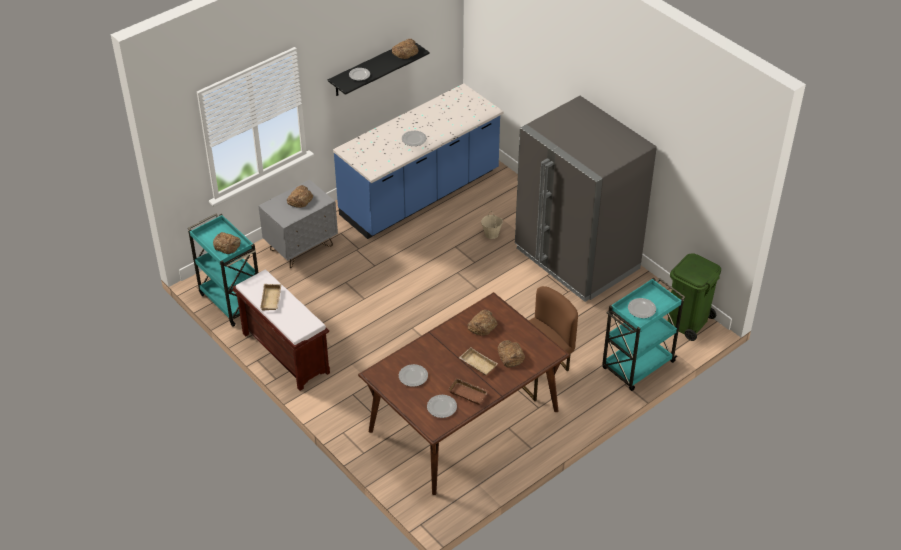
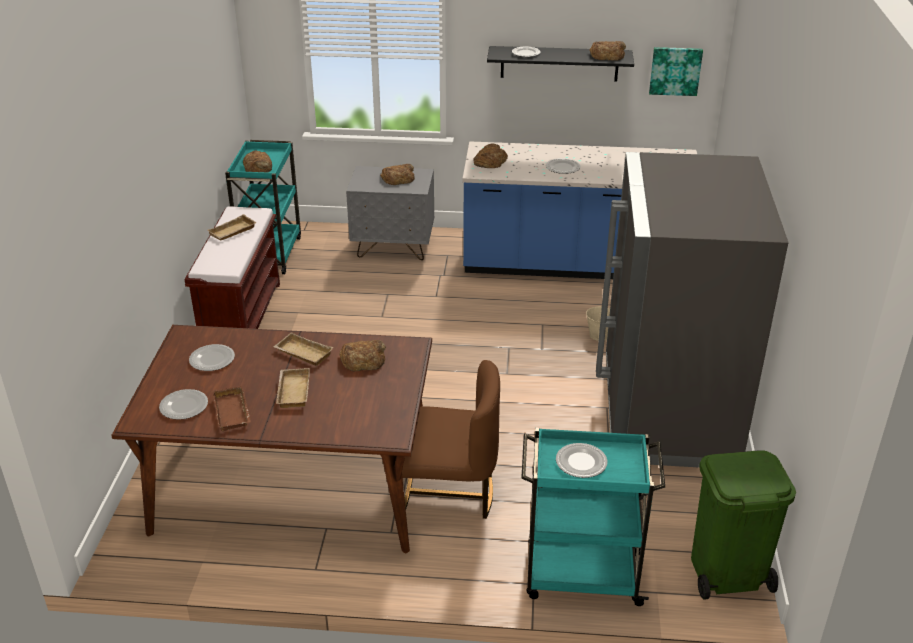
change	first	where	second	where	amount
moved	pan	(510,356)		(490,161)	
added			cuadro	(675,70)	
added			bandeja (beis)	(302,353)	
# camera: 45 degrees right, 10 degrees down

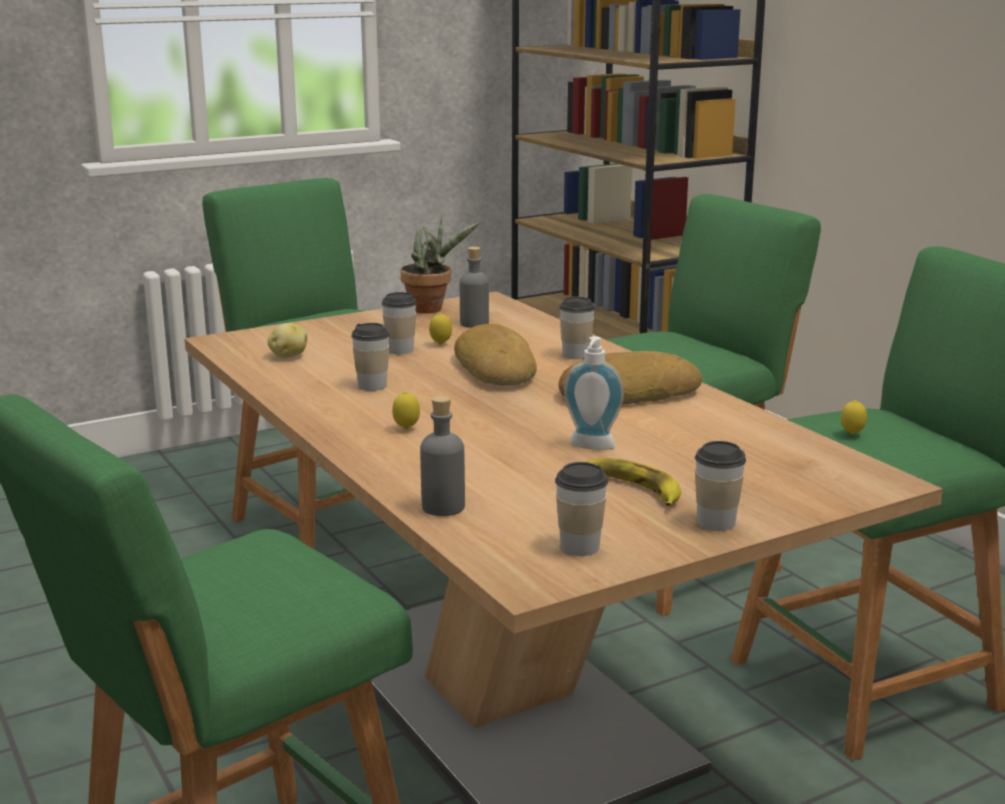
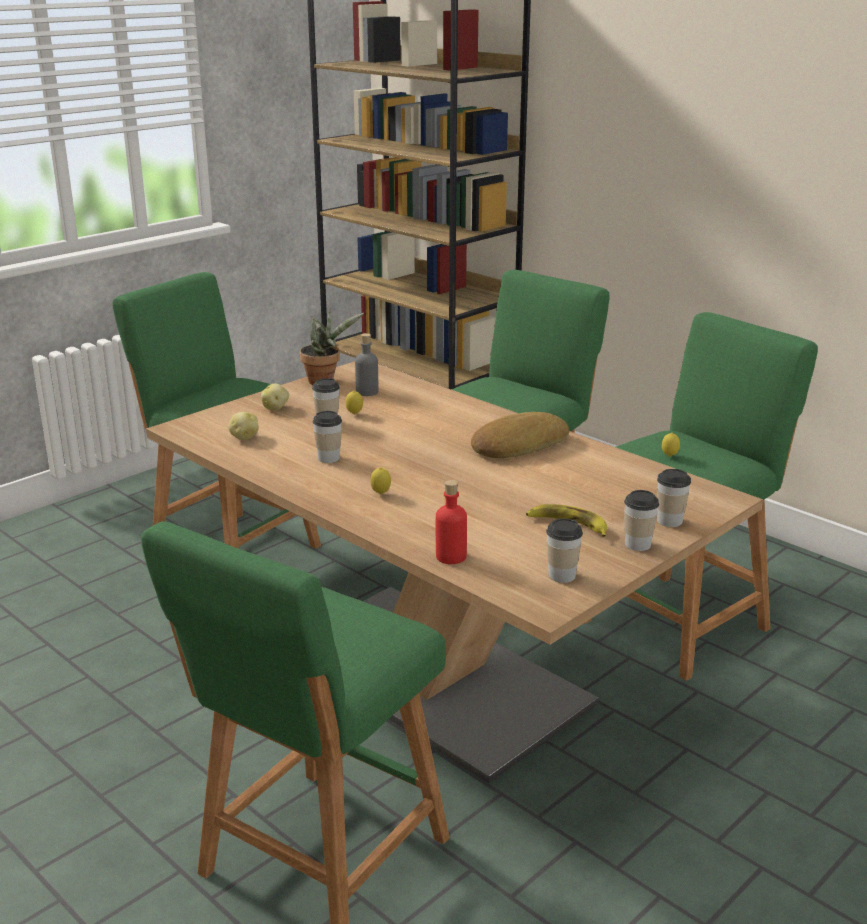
change	first	where	second	where	amount
moved	taza	(576,355)		(669,521)	
removed	pan	(497,368)			
removed	dispensador de jabón	(591,447)			
recoloured	botella (gris)	(443,507)	botella (rojo)	(451,556)	
added			patata	(275,408)	
# camera: 15 degrees left, 5 degrees up

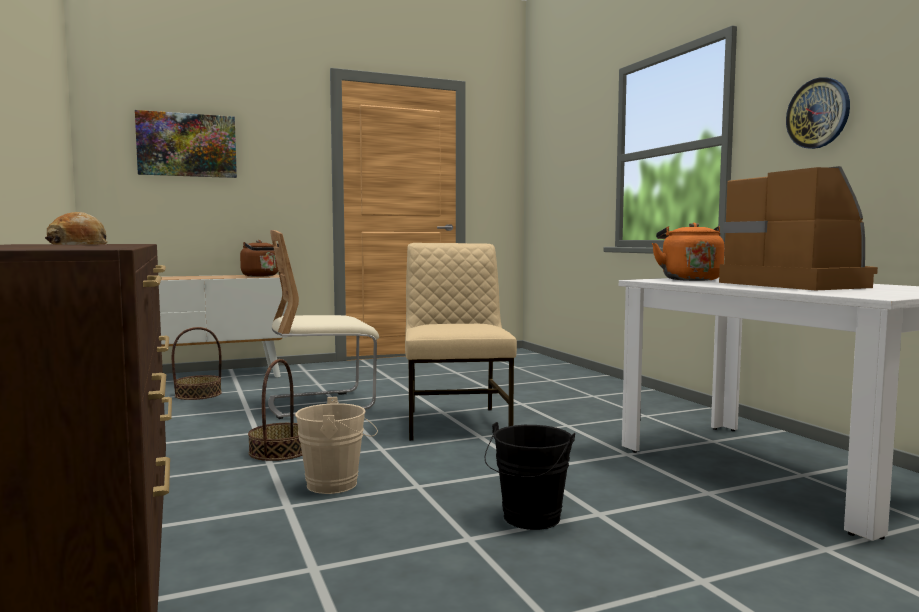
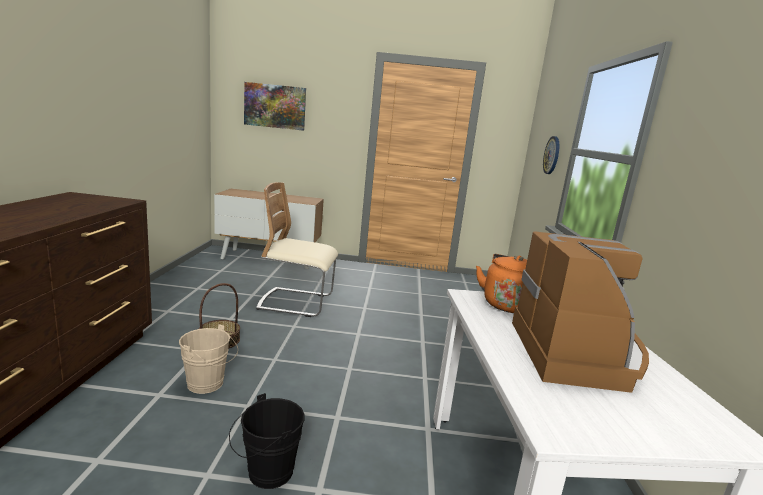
change	first	where	second	where	amount
moved	reloj de pared	(818,113)		(552,155)	
removed	pan	(78,244)			
removed	hervidor (marrón)	(262,276)			
removed	silla (beis)	(456,422)			
removed	cesta	(198,394)			
# camera: 25 degrees right, 10 degrees up

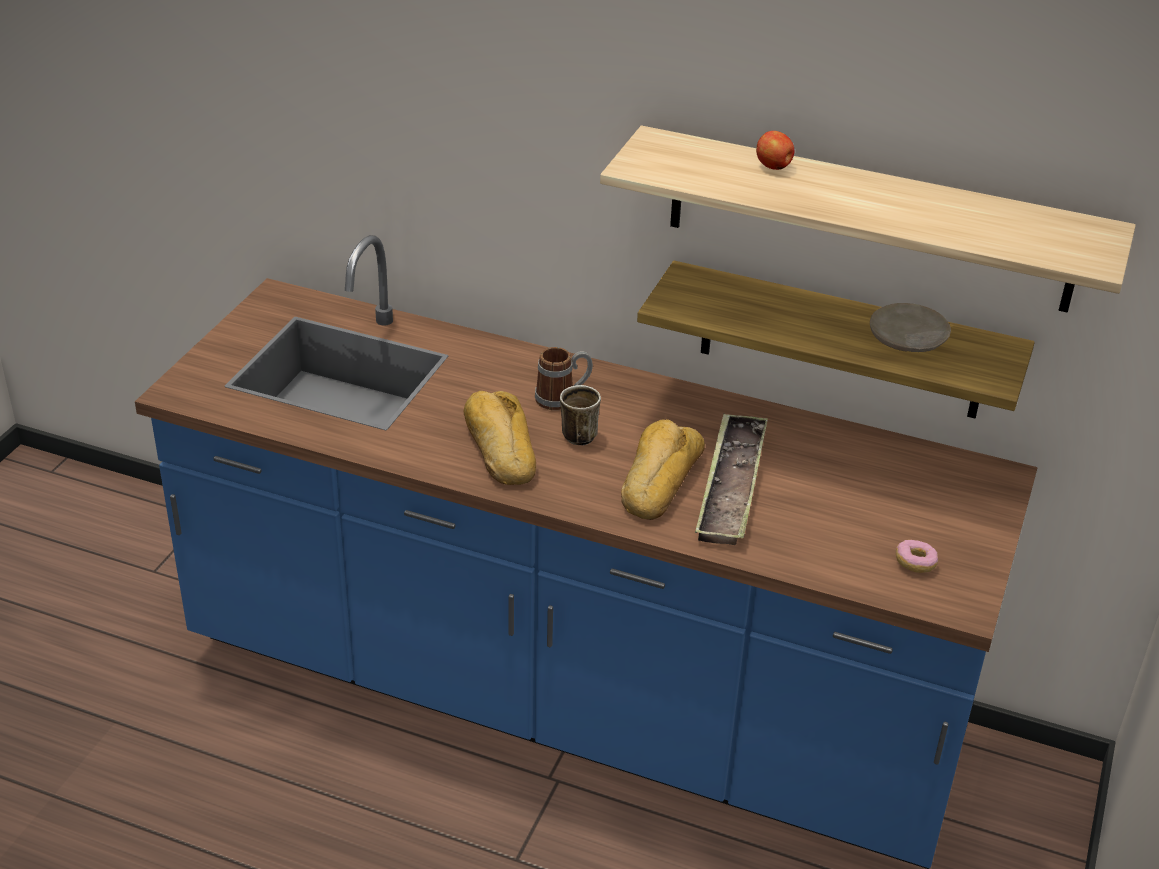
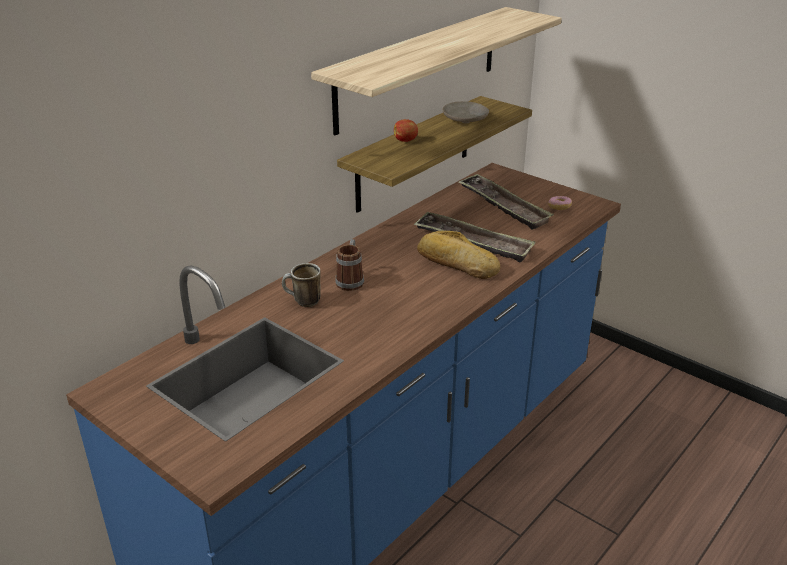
change	first	where	second	where	amount
moved	manzana	(774,167)		(405,140)	
moved	taza grande	(576,433)		(302,302)	
removed	pan	(499,447)			
added			bandeja	(503,206)	
# camera: 70 degrees left, 5 degrees down

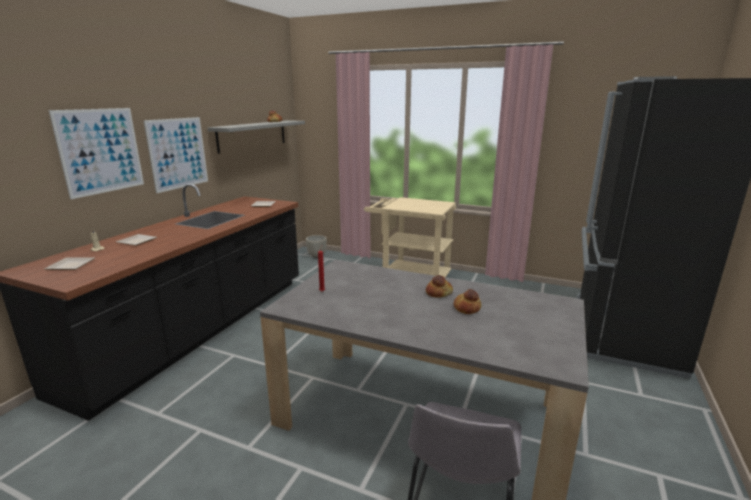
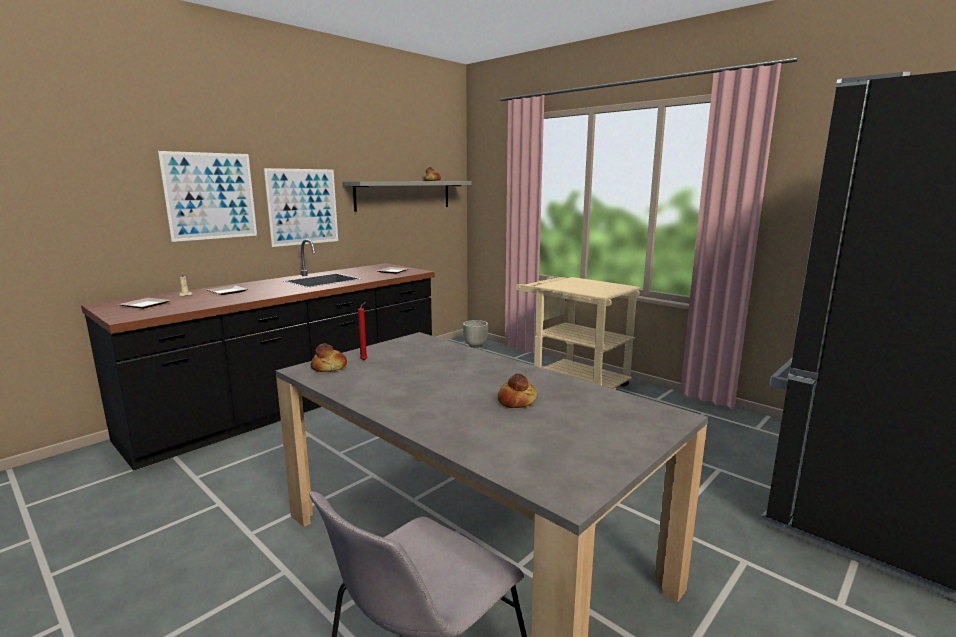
change	first	where	second	where	amount
moved	pan	(439,293)		(329,368)	
# camera: 20 degrees right, 5 degrees down

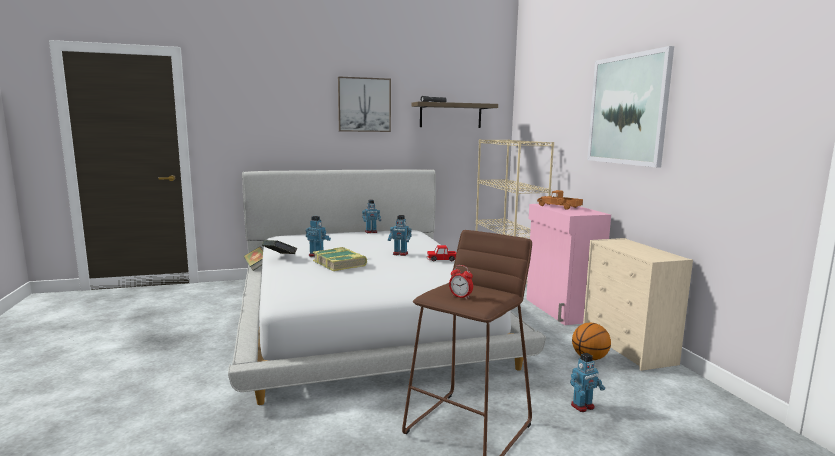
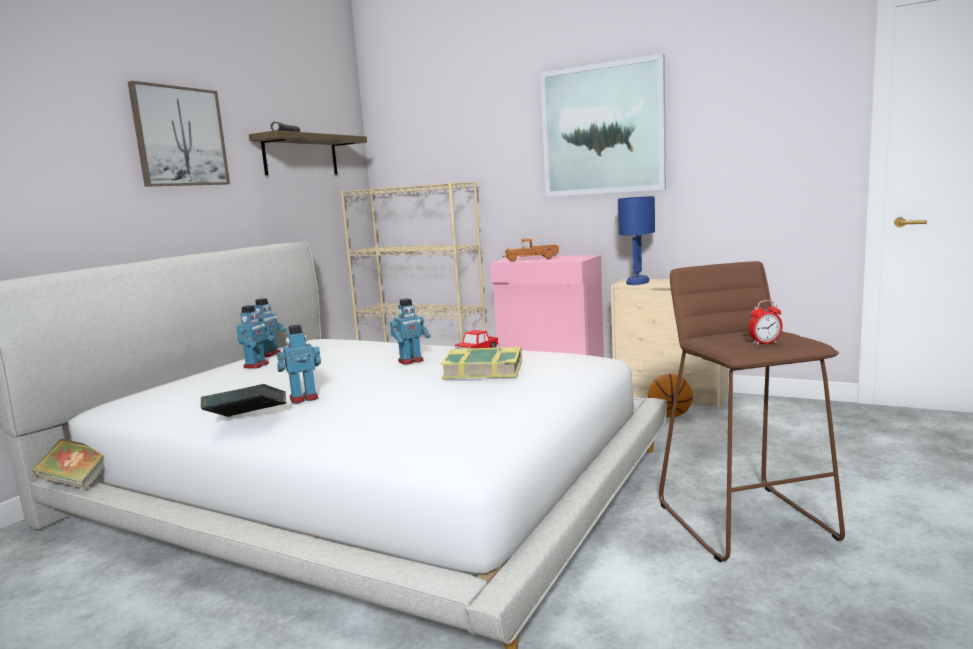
change	first	where	second	where	amount
moved	libro	(340,263)		(483,370)	
moved	robot de juguete	(583,406)		(257,365)	
added			lámpara de mesa (azul)	(637,282)	
# camera: 45 degrees left, 0 degrees up

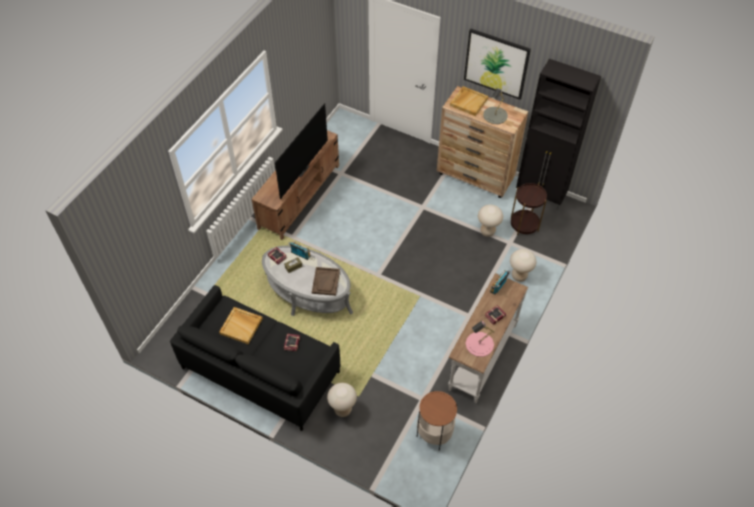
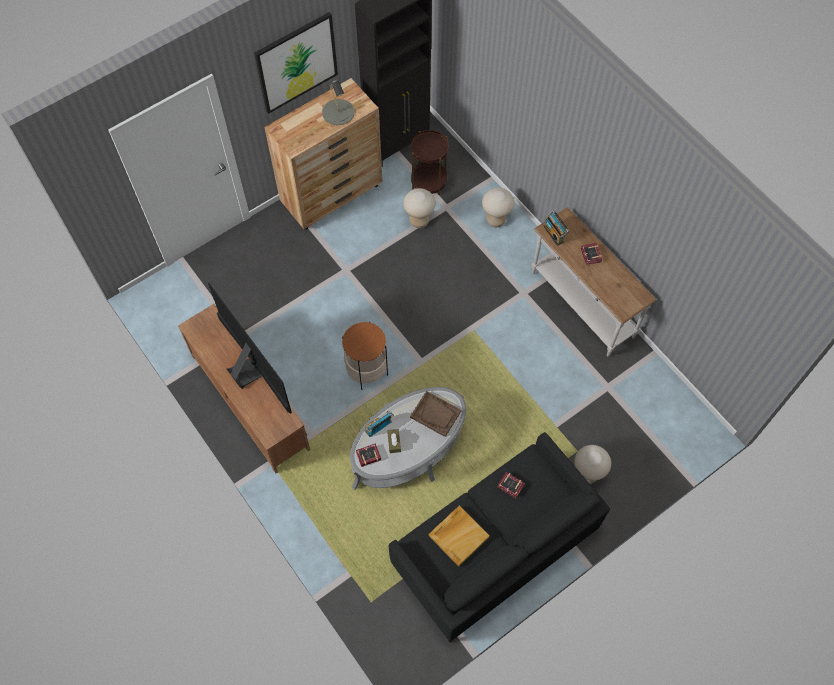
change	first	where	second	where	amount
removed	bandeja (beis)	(468,102)			
removed	lámpara de mesa (rosa)	(479,344)			
moved	mesa auxiliar	(434,433)		(367,370)	
# camera: 65 degrees left, 10 degrees up

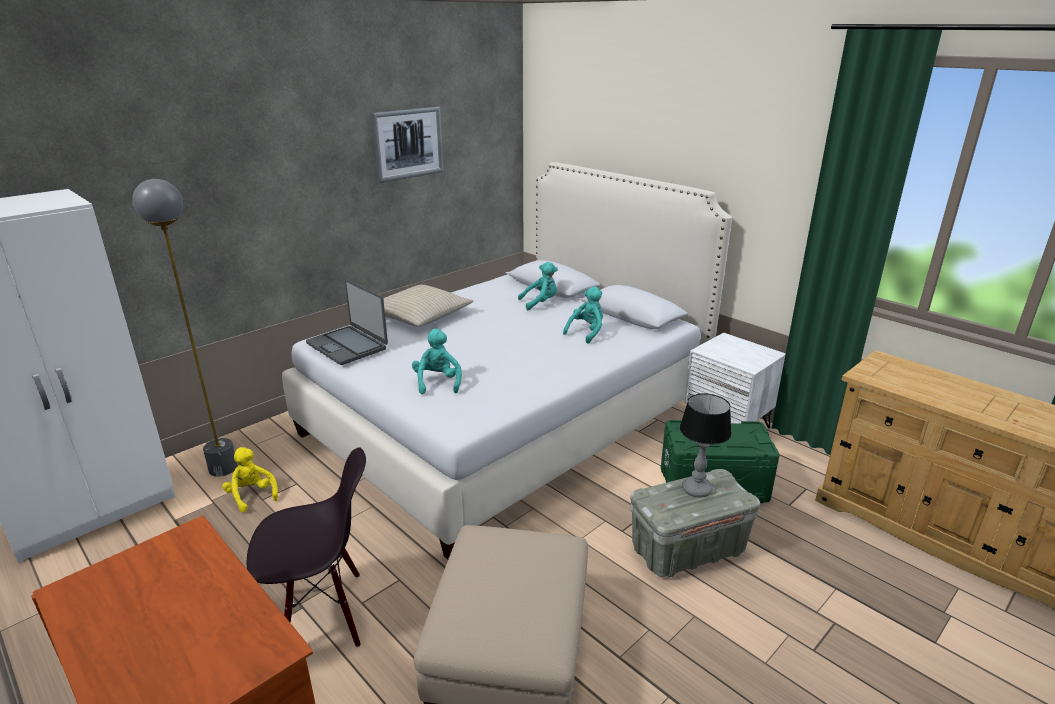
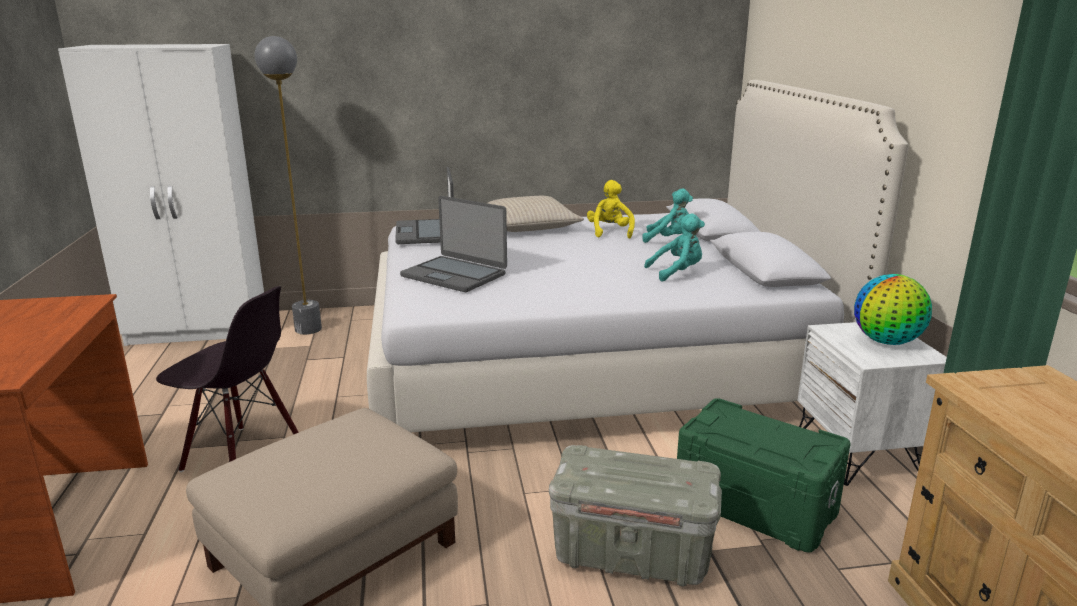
change	first	where	second	where	amount
removed	cuadro	(408,143)			
replaced	peluche (turquesa)	(437,382)	portátil	(454,275)	
removed	lámpara de mesa	(697,490)			
moved	peluche (amarillo)	(252,496)		(610,232)	
added			globo terráqueo	(887,342)	
# camera: 35 degrees right, 5 degrees down

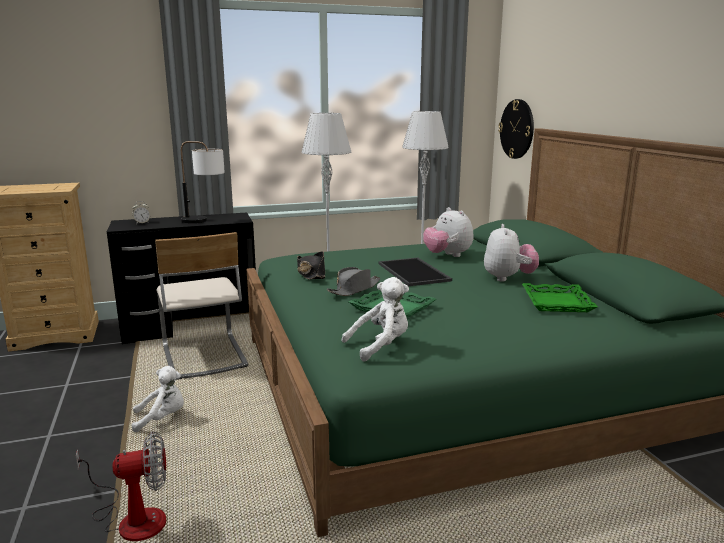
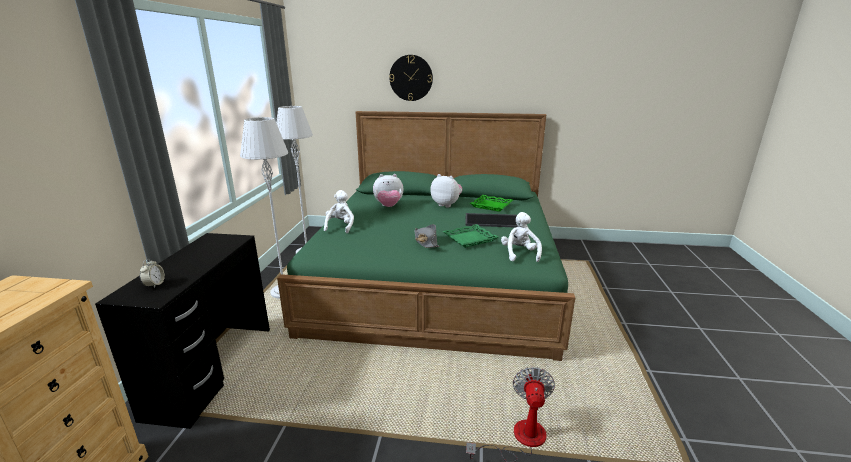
change	first	where	second	where	amount
moved	reloj de pared	(517,129)		(411,78)	
removed	lámpara de mesa	(205,221)			
removed	silla (beis)	(203,357)			
removed	sombrero (negro)	(311,274)			
moved	bandeja	(415,272)		(492,220)	
moved	peluche (blanco)	(162,418)		(340,226)	
# camera: 65 degrees left, 5 degrees up

